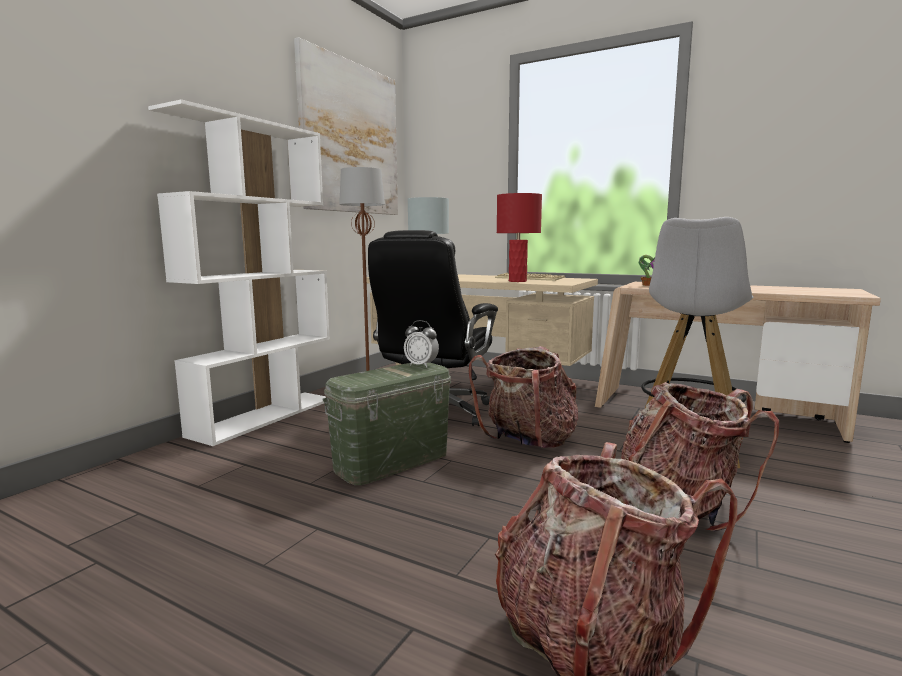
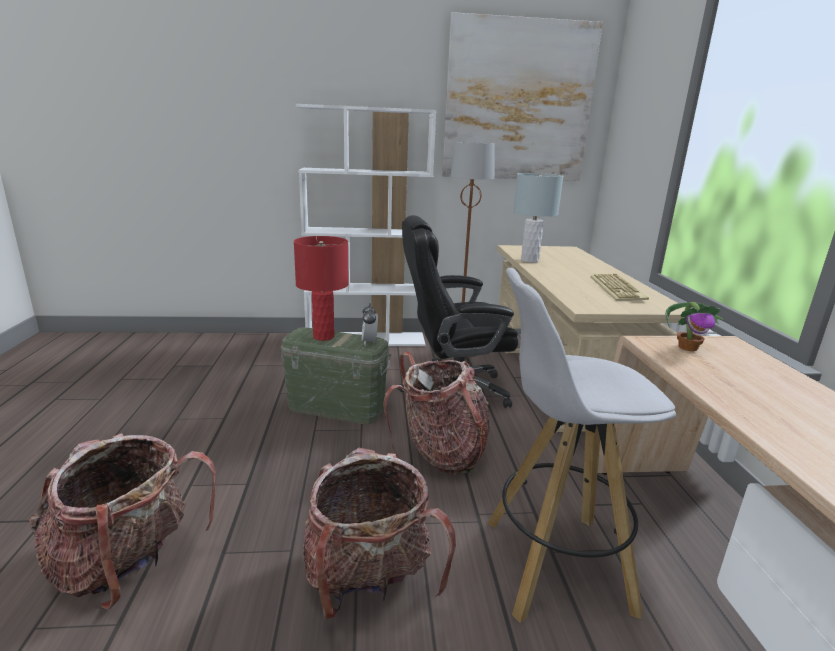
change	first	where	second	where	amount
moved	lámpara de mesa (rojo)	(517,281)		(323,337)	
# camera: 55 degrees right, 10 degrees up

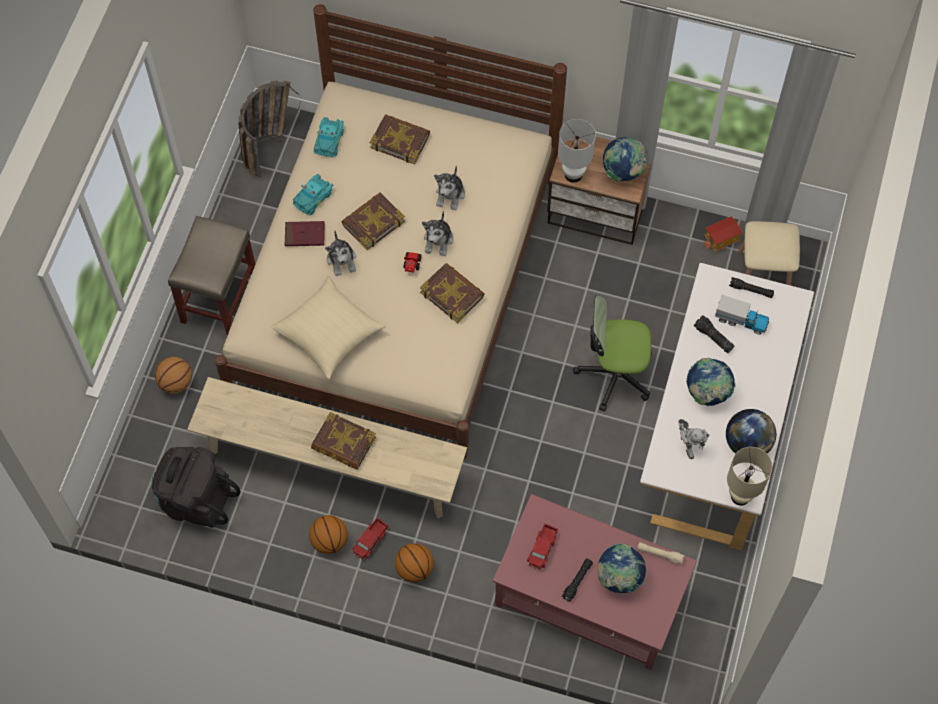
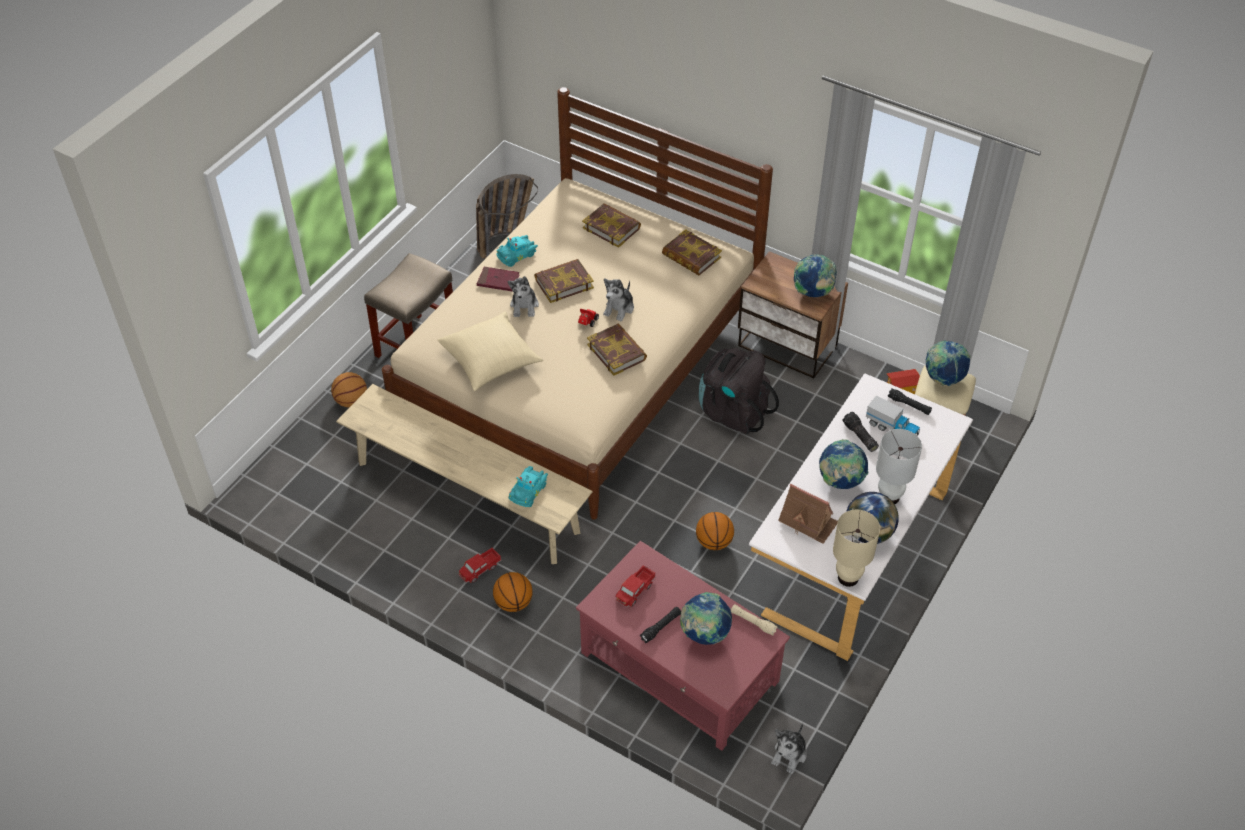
change	first	where	second	where	amount
moved	coche de juguete (turquesa)	(329,140)		(529,490)	
moved	lámpara de mesa (blanco)	(573,175)		(889,497)	
moved	peluche	(450,195)		(789,754)	
removed	silla de oficina	(614,374)			
moved	libro	(343,443)		(691,256)	
replaced	robot de juguete	(689,444)	casita	(808,521)	
moved	mochila (negro)	(195,500)		(733,411)	
moved	balón de baloncesto	(329,541)		(713,542)	
added			globo terráqueo	(943,378)	
# camera: 15 degrees right, 15 degrees down

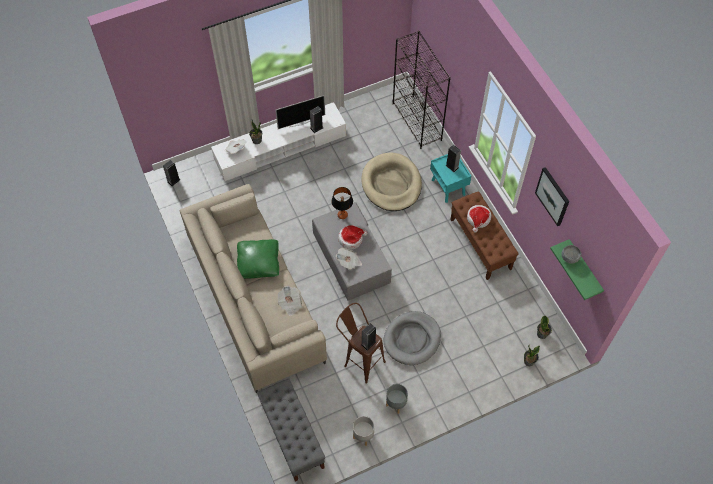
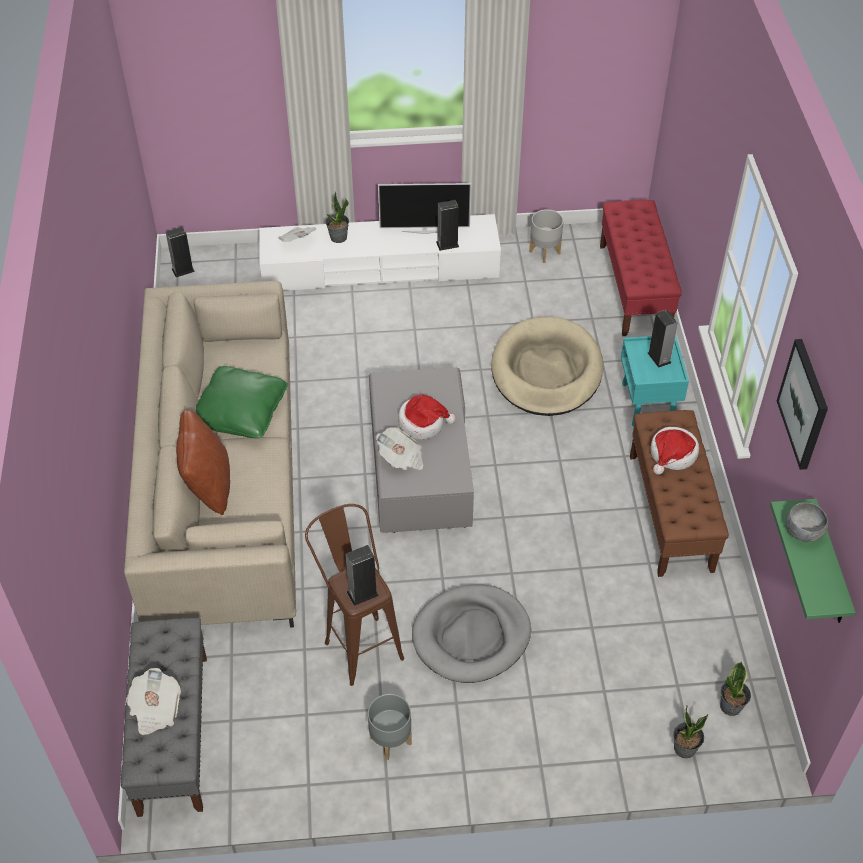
change	first	where	second	where	amount
replaced	estantería (negro)	(417,122)	banco (rojo)	(634,288)	
removed	lámpara de mesa	(342,215)			
moved	periódico	(290,304)		(155,709)	
moved	maceta (gris)	(363,436)		(544,252)	
added			cojín (marrón)	(208,486)	
# camera: 20 degrees right, 10 degrees down

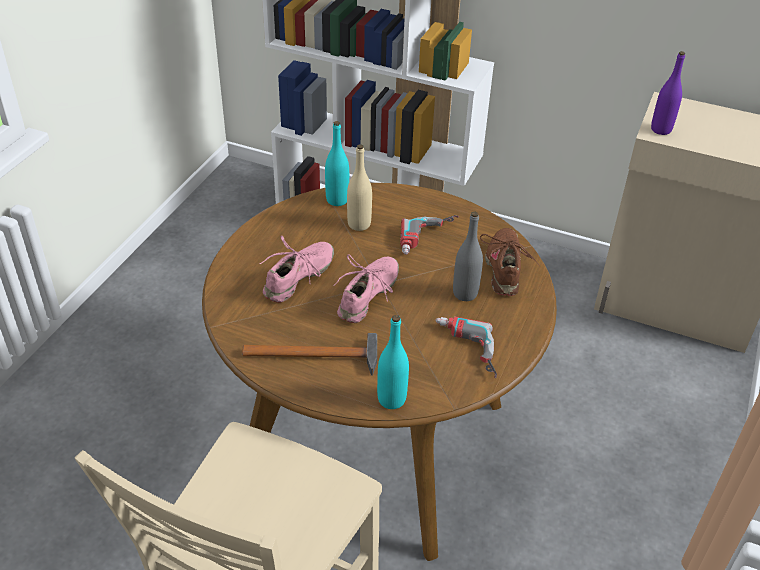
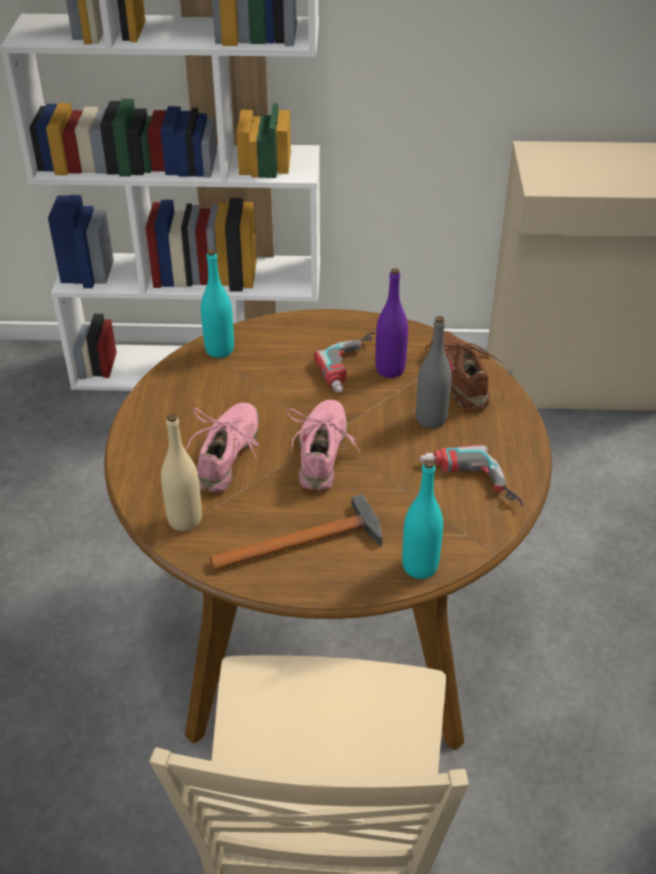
change	first	where	second	where	amount
moved	botella (morado)	(661,129)		(390,370)	
moved	botella (beis)	(359,224)		(185,520)	
# camera: 20 degrees left, 0 degrees up

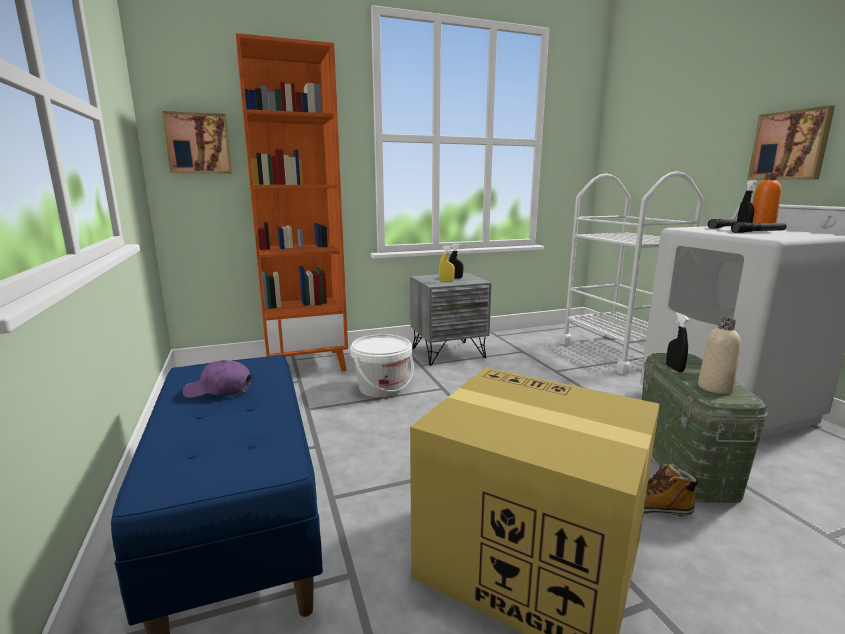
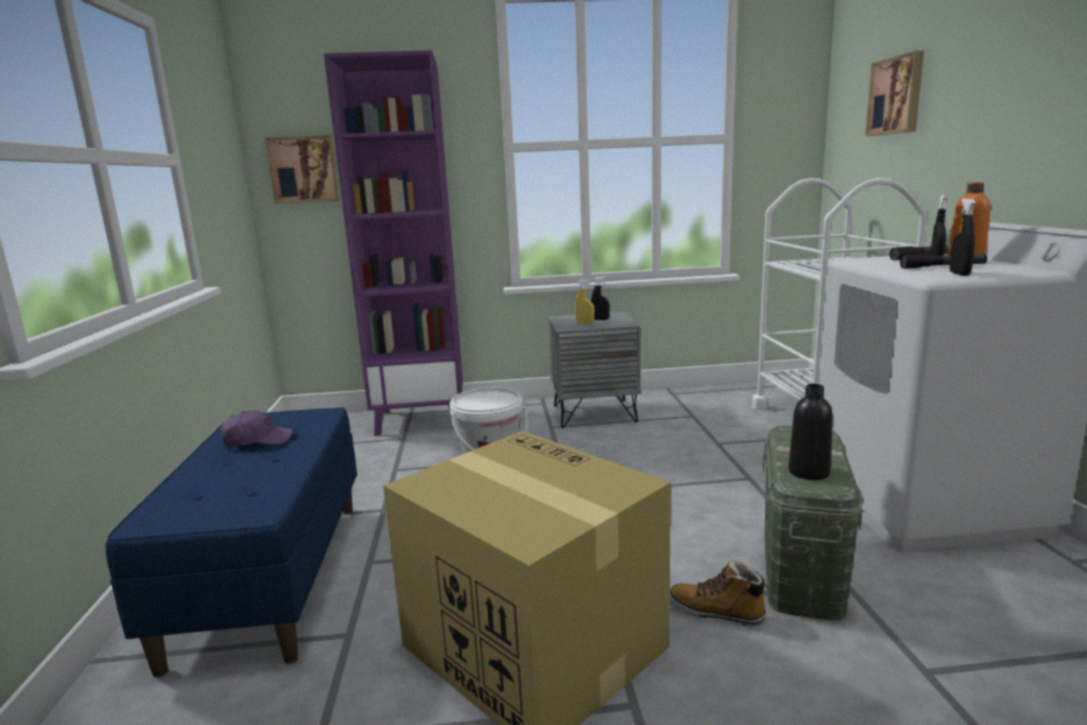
change	first	where	second	where	amount
recoloured	estantería (naranja)	(307,364)	estantería (morado)	(421,419)	
moved	cuadro	(790,145)		(896,96)	
moved	pulverizador (negro)	(674,369)		(959,274)	
recoloured	botella (beis)	(715,388)	botella (negro)	(808,472)	
turned	gorra (morado)	(219,390)		(257,440)	150 degrees clockwise
# camera: 15 degrees right, 0 degrees up

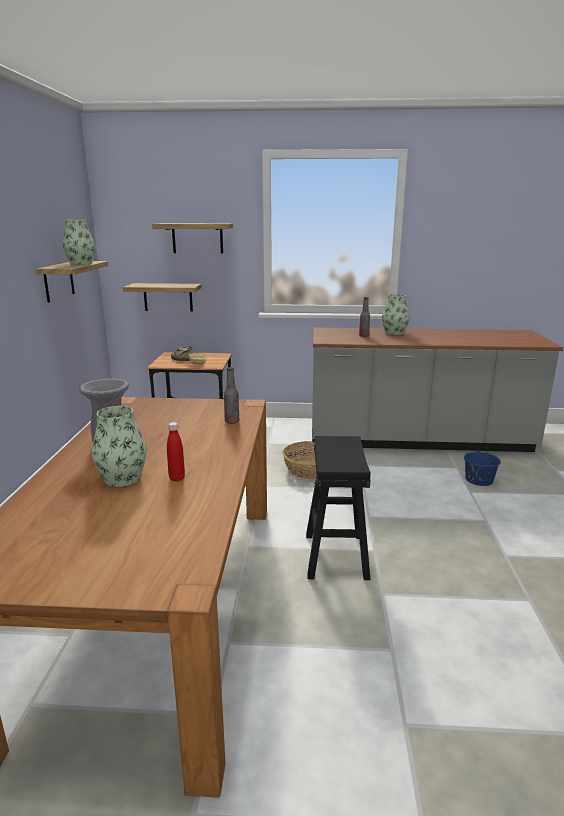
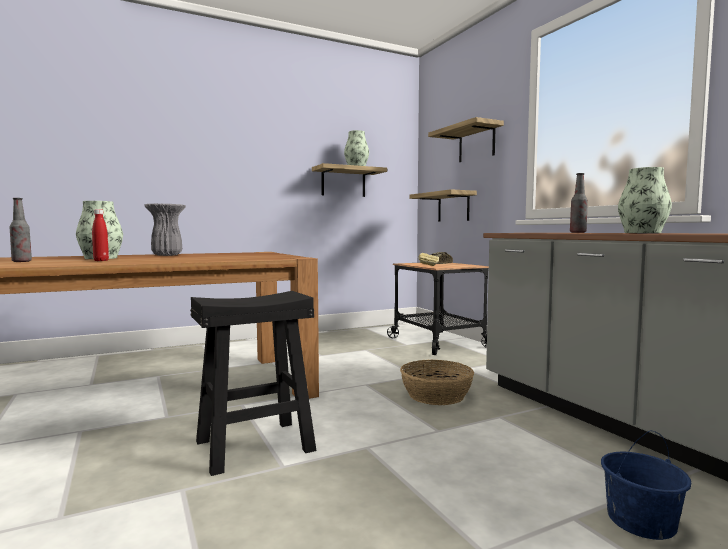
change	first	where	second	where	amount
moved	botella	(232,422)		(21,261)	
# camera: 60 degrees right, 15 degrees down

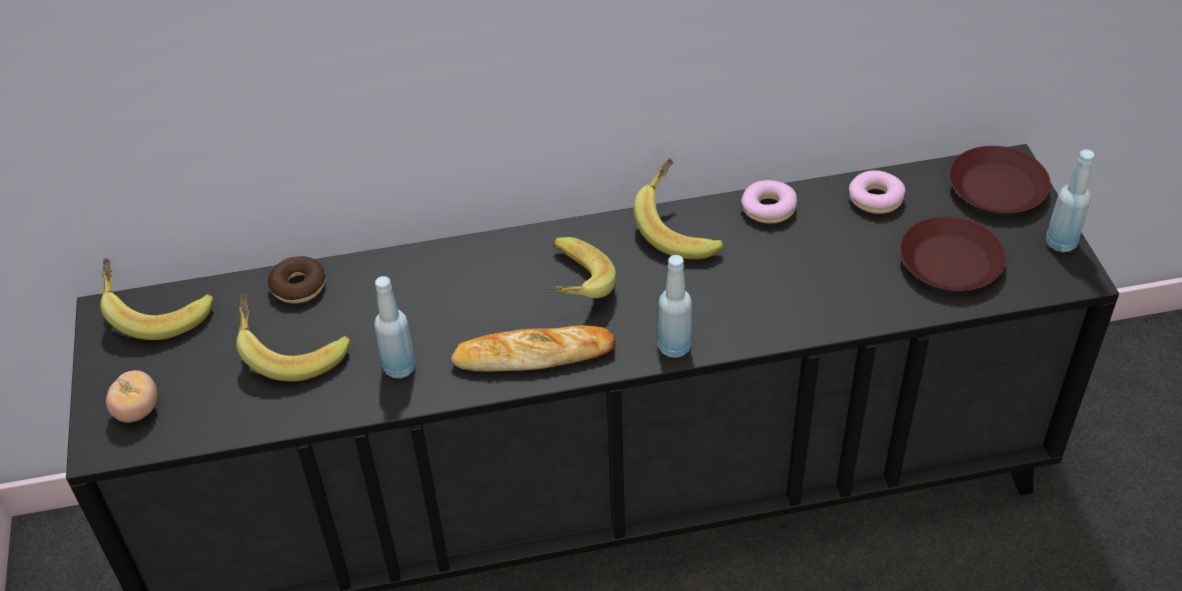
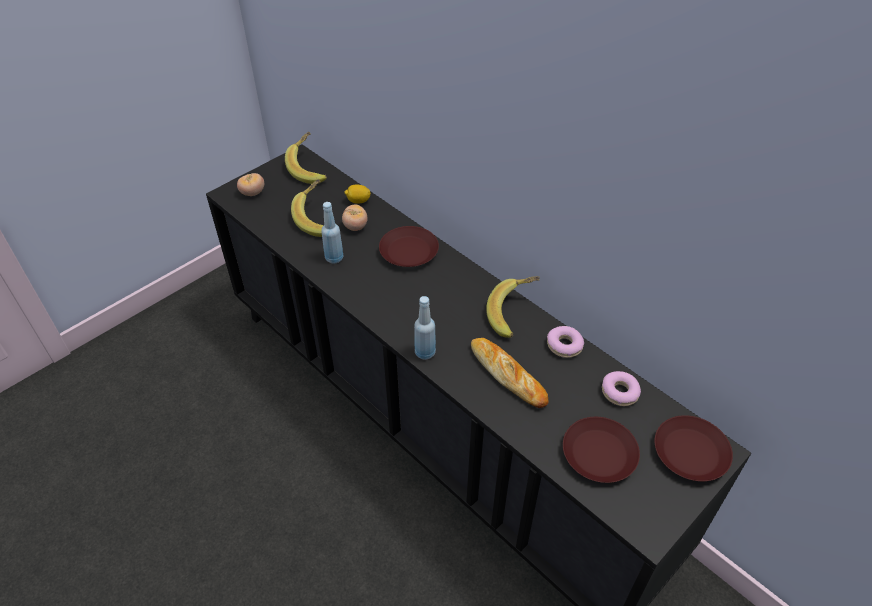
change	first	where	second	where	amount
removed	botella (azul)	(1061,243)			
removed	plátano	(570,288)			
replaced	rosquilla	(299,286)	limón	(358,201)	
moved	pan	(533,355)		(508,375)	
added			tomate	(355,227)	
added			plato (marrón)	(409,251)	
# camera: 55 degrees right, 0 degrees up

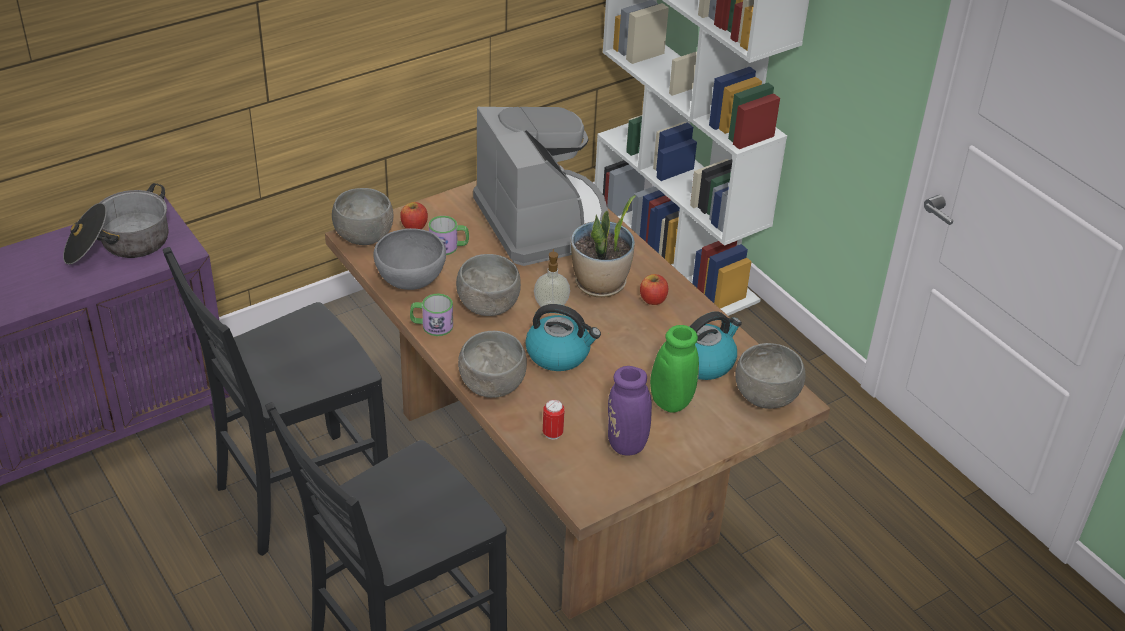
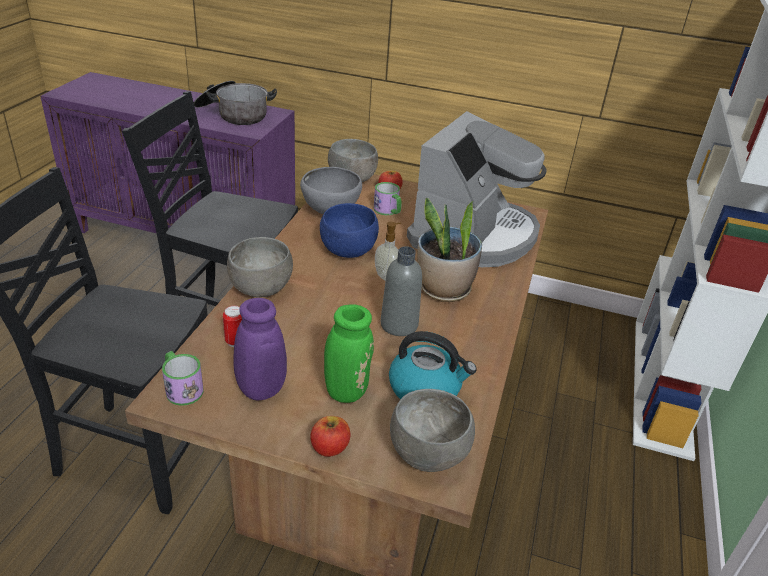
change	first	where	second	where	amount
recoloured	cuenco (gris)	(487,306)	cuenco (azul)	(347,251)	
moved	manzana	(653,299)		(329,447)	
moved	taza grande	(431,325)		(181,388)	
removed	hervidor	(559,354)			
added			botella (gris)	(399,325)	
# camera: 50 degrees right, 5 degrees down

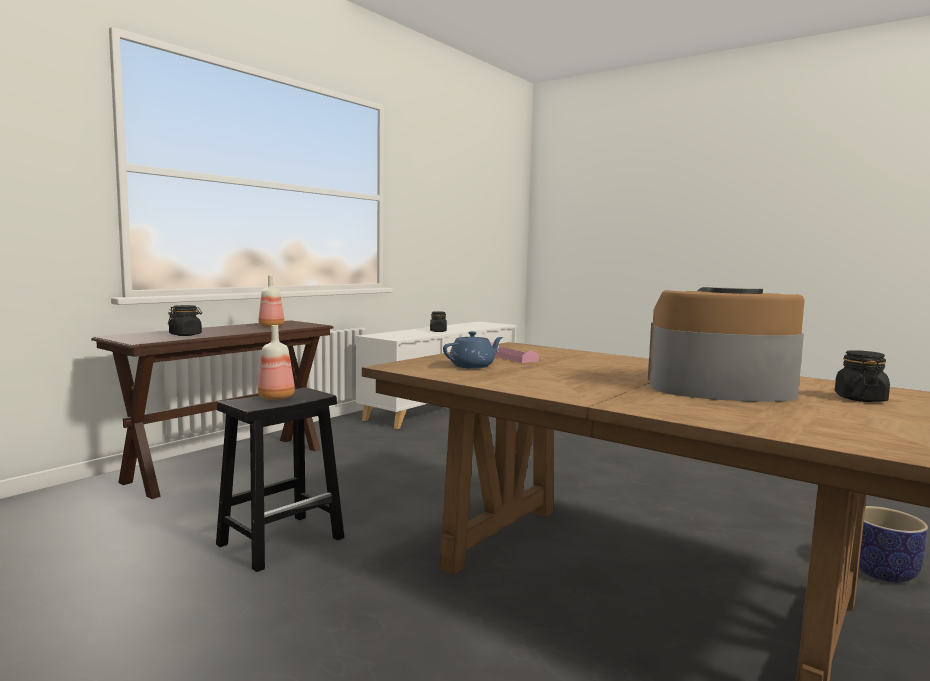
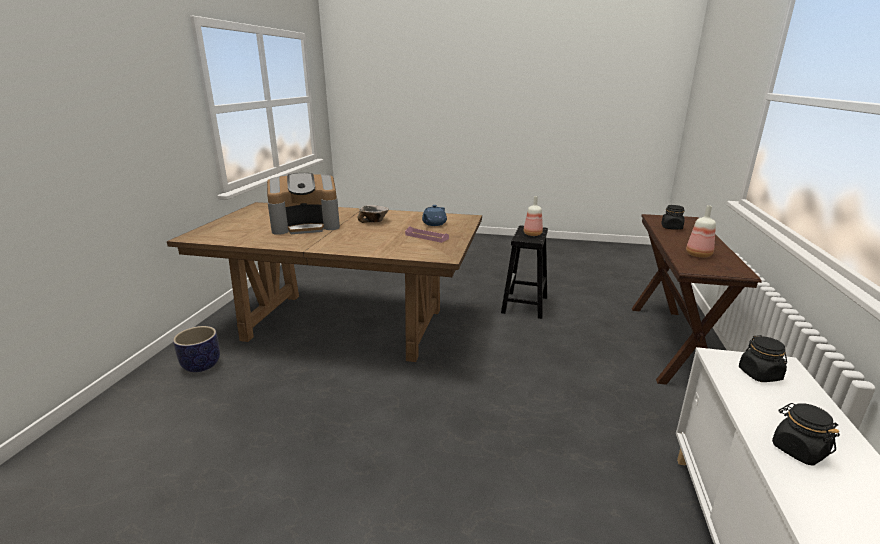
change	first	where	second	where	amount
moved	tarro (negro)	(859,399)		(760,374)	
added			cuenco	(374,221)	
# camera: 155 degrees right, 15 degrees up

